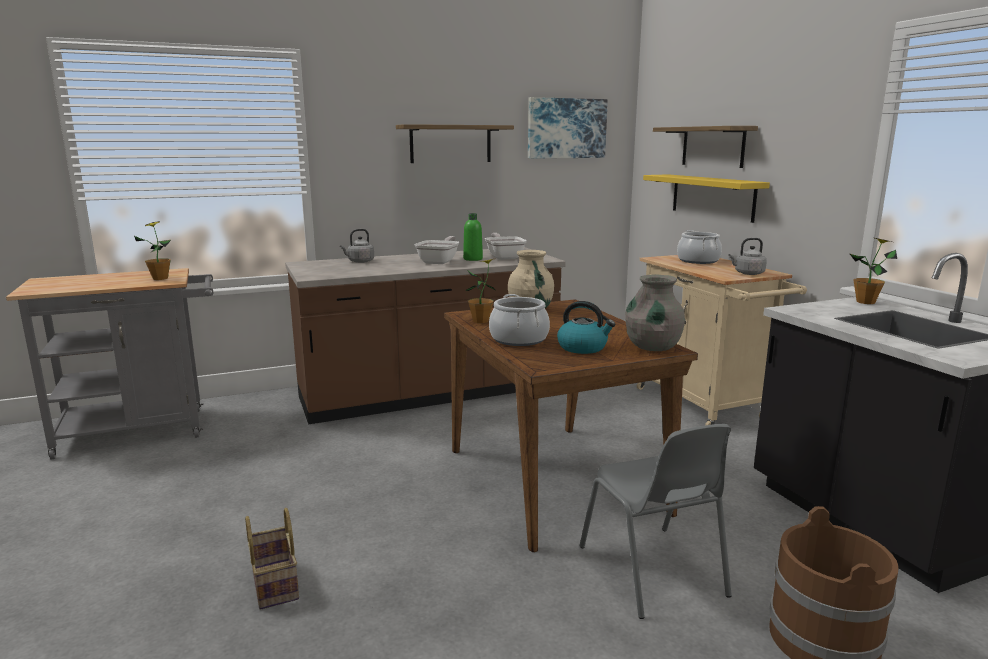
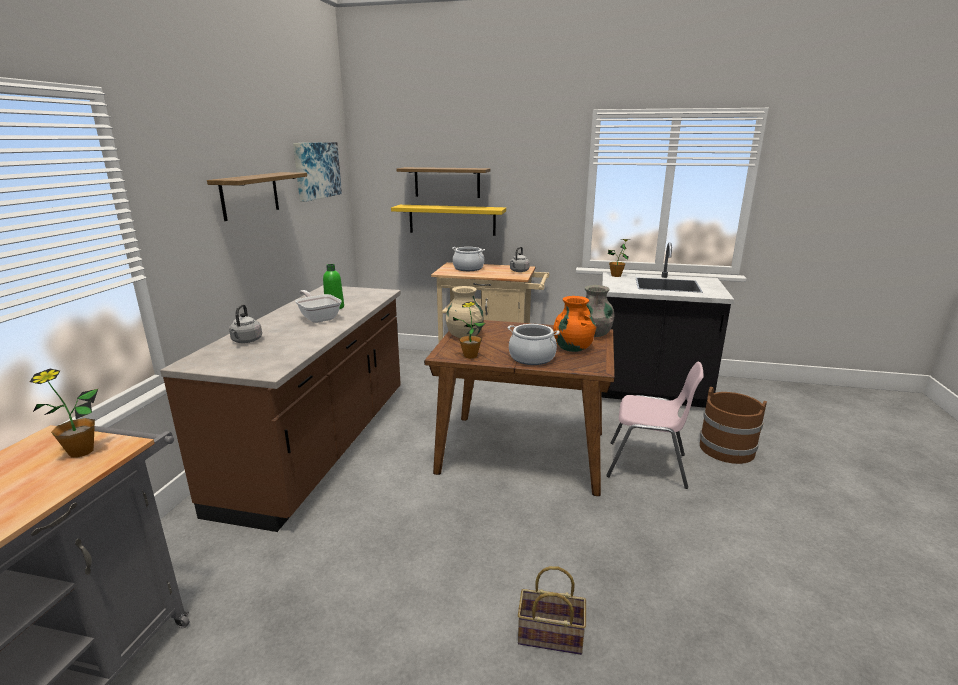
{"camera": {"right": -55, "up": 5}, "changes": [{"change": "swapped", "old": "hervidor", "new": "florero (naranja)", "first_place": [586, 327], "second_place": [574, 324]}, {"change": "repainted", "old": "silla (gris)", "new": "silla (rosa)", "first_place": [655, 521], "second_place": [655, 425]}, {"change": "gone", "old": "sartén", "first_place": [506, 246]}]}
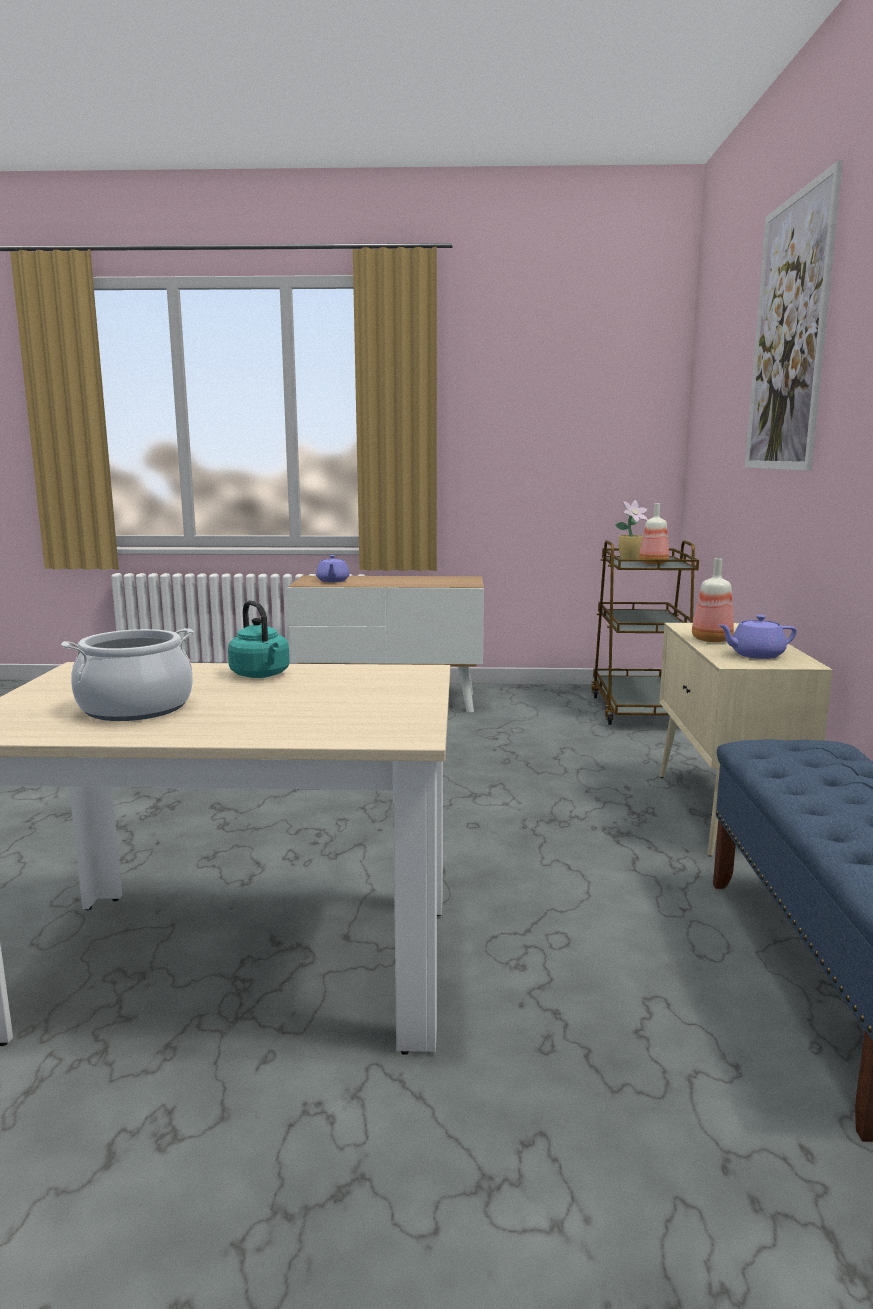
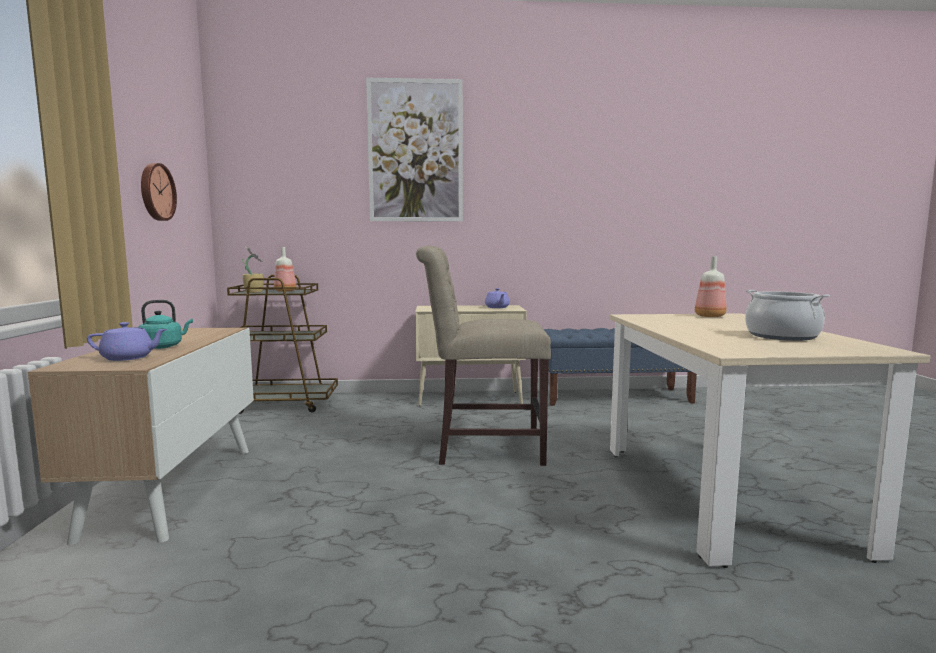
{"camera": {"right": -95, "up": -5}, "changes": [{"change": "shifted", "old": "hervidor (turquesa)", "first_place": [259, 639], "second_place": [166, 324]}, {"change": "new", "new": "reloj de pared", "second_place": [159, 192]}, {"change": "new", "new": "silla (beis)", "second_place": [483, 356]}, {"change": "shifted", "old": "botella", "first_place": [713, 600], "second_place": [710, 286]}]}
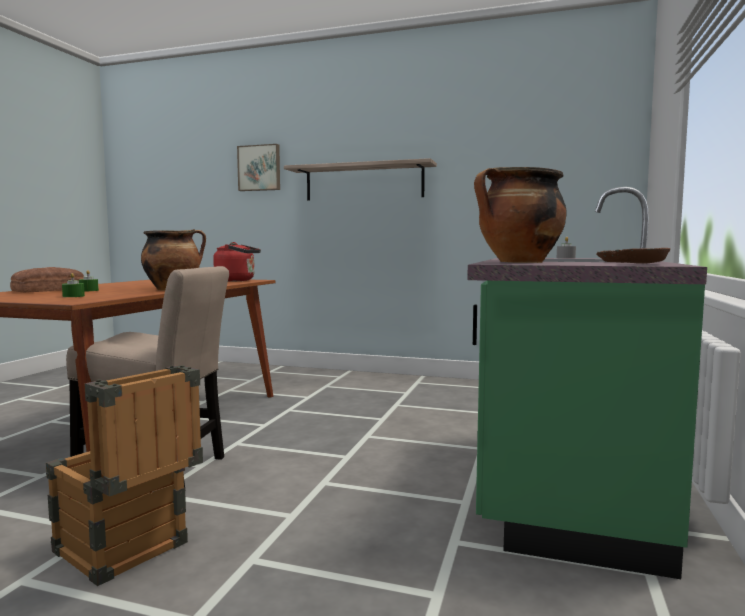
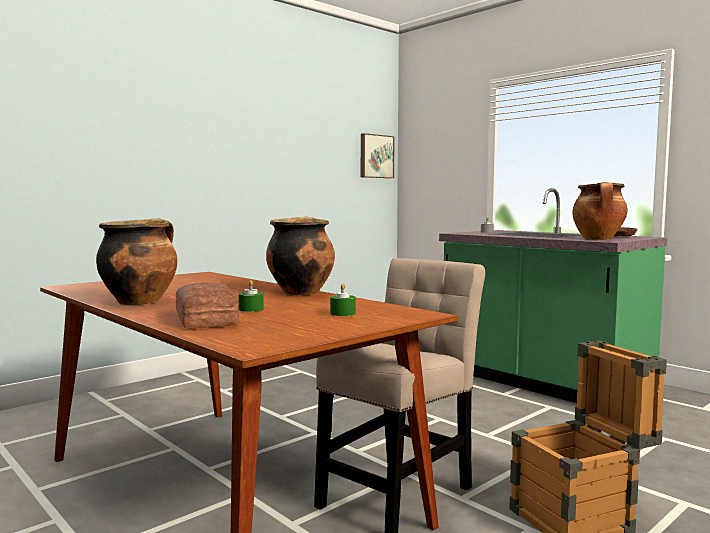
{"camera": {"right": -60, "up": 0}, "changes": [{"change": "new", "new": "olla", "second_place": [136, 261]}, {"change": "shifted", "old": "cuadro", "first_place": [258, 167], "second_place": [378, 155]}, {"change": "gone", "old": "hervidor (rojo)", "first_place": [237, 261]}, {"change": "gone", "old": "estante", "first_place": [360, 179]}]}
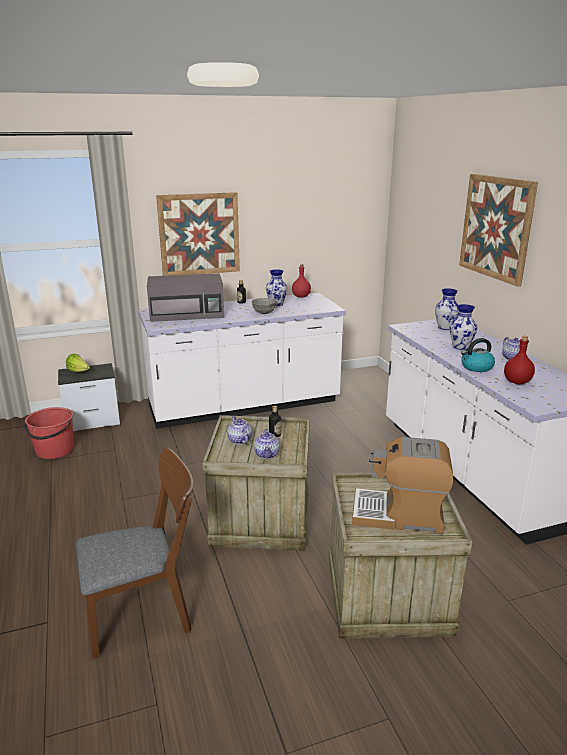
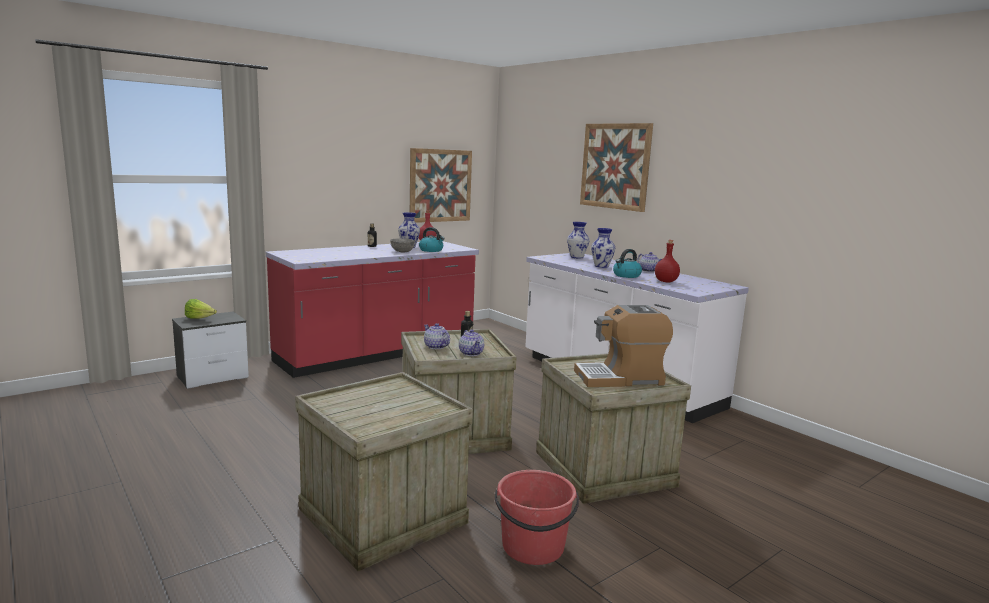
{"camera": {"right": -20, "up": -10}, "changes": [{"change": "repainted", "old": "mueble bajo de cocina (blanco)", "new": "mueble bajo de cocina (rojo)", "first_place": [242, 361], "second_place": [372, 309]}, {"change": "swapped", "old": "silla (marrón)", "new": "caja de embalaje", "first_place": [135, 553], "second_place": [384, 471]}, {"change": "shifted", "old": "cuadro", "first_place": [198, 234], "second_place": [441, 185]}, {"change": "new", "new": "hervidor", "second_place": [432, 239]}, {"change": "shifted", "old": "cubo (rojo)", "first_place": [49, 433], "second_place": [537, 517]}, {"change": "gone", "old": "microondas (gris)", "first_place": [185, 297]}]}
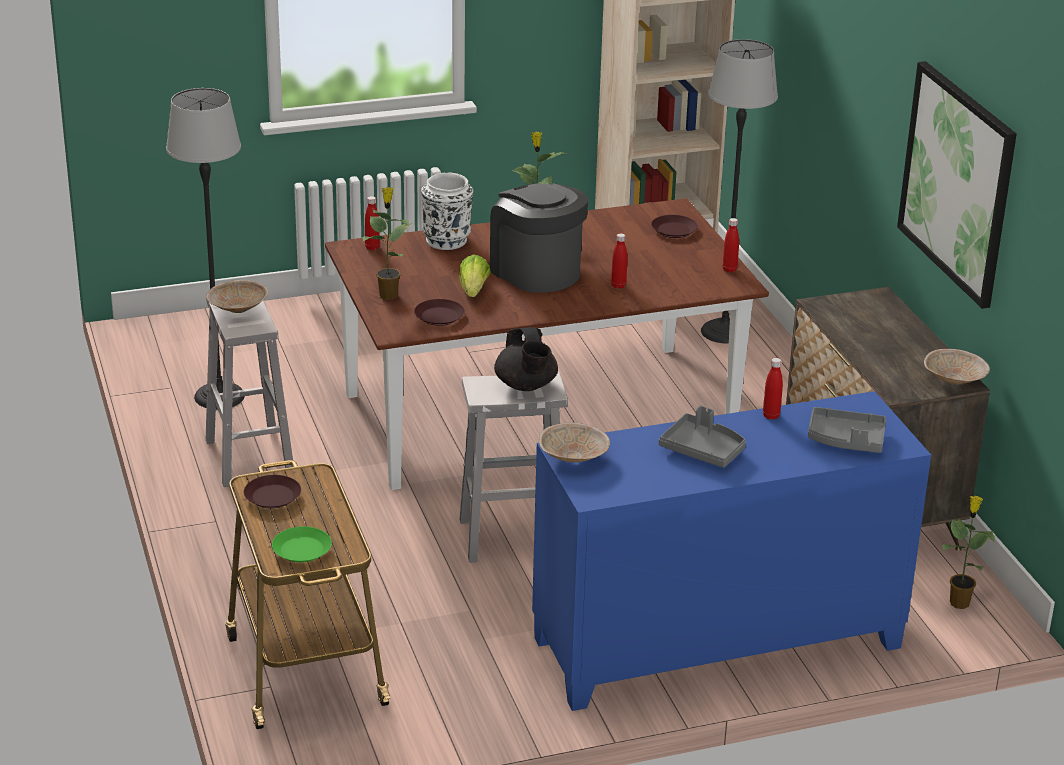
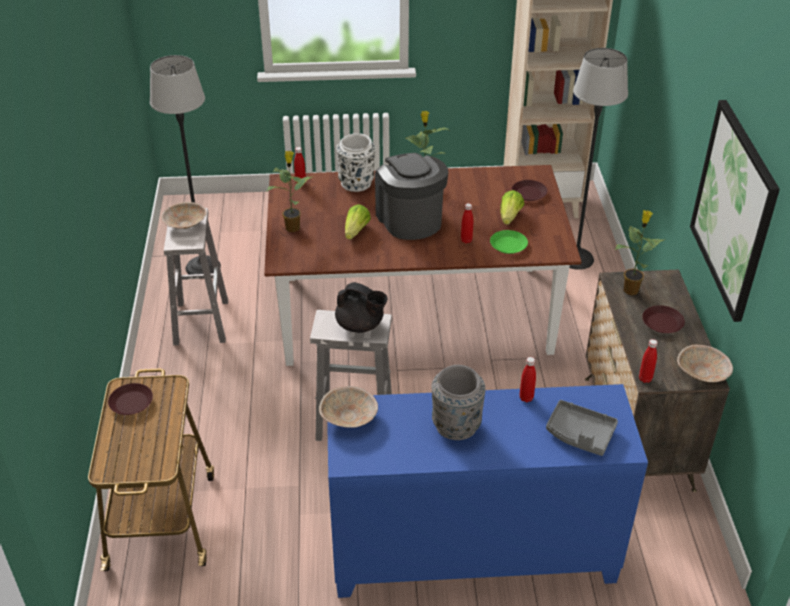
{"camera": {"right": 15, "up": 10}, "changes": [{"change": "rotated", "old": "tetera (negro)", "first_place": [526, 359], "second_place": [361, 307], "degrees": -60}, {"change": "swapped", "old": "bandeja (gris)", "new": "florero (gris)", "first_place": [702, 437], "second_place": [459, 402]}, {"change": "shifted", "old": "plato (verde)", "first_place": [302, 544], "second_place": [509, 242]}, {"change": "new", "new": "lechuga", "second_place": [513, 207]}, {"change": "shifted", "old": "planta en maceta", "first_place": [968, 552], "second_place": [639, 252]}, {"change": "shifted", "old": "botella (rojo)", "first_place": [730, 245], "second_place": [648, 361]}, {"change": "shifted", "old": "plato (marrón)", "first_place": [439, 312], "second_place": [663, 319]}]}
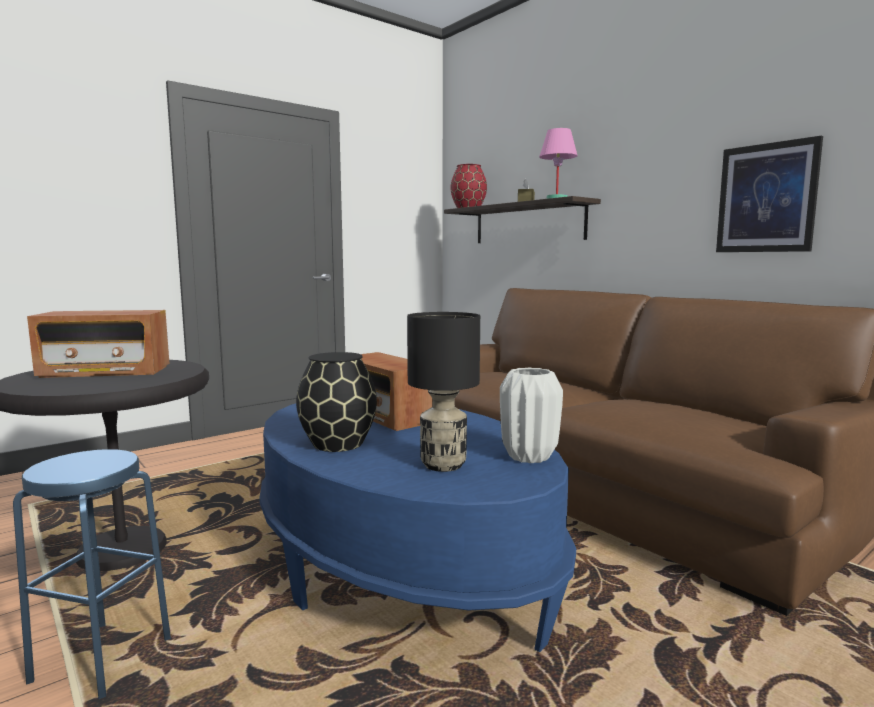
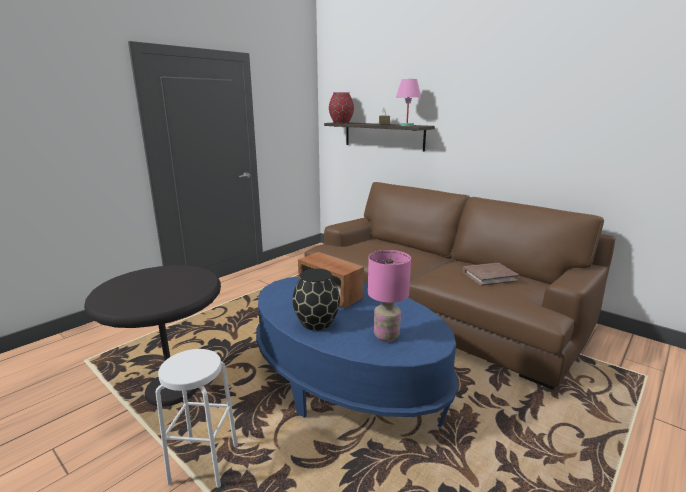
{"camera": {"right": -10, "up": 10}, "changes": [{"change": "repainted", "old": "taburete (azul)", "new": "taburete (blanco)", "first_place": [92, 574], "second_place": [197, 418]}, {"change": "repainted", "old": "lámpara de mesa (negro)", "new": "lámpara de mesa (rosa)", "first_place": [443, 392], "second_place": [389, 296]}, {"change": "new", "new": "libro (marrón)", "second_place": [490, 274]}, {"change": "gone", "old": "radio", "first_place": [98, 344]}, {"change": "gone", "old": "florero (blanco)", "first_place": [531, 415]}, {"change": "gone", "old": "cuadro", "first_place": [769, 194]}]}
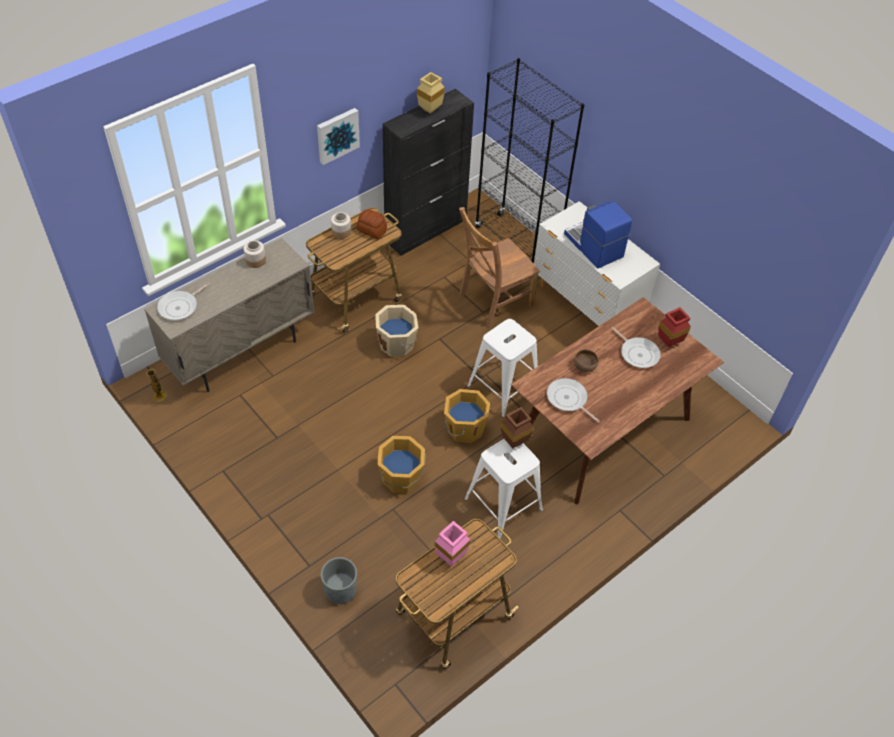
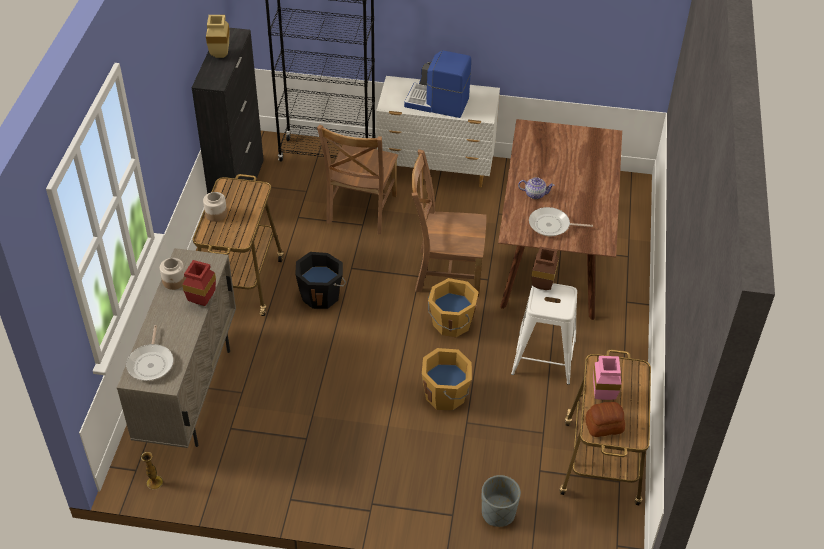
{"camera": {"right": -40, "up": -5}, "changes": [{"change": "shifted", "old": "florero (rojo)", "first_place": [674, 327], "second_place": [199, 283]}, {"change": "repainted", "old": "cubo (beis)", "new": "cubo (negro)", "first_place": [397, 331], "second_place": [320, 280]}, {"change": "swapped", "old": "taburete (blanco)", "new": "silla (marrón)", "first_place": [502, 368], "second_place": [448, 223]}, {"change": "swapped", "old": "cuenco (marrón)", "new": "tetera", "first_place": [586, 360], "second_place": [536, 188]}, {"change": "shifted", "old": "pan", "first_place": [372, 224], "second_place": [605, 419]}, {"change": "gone", "old": "cuadro", "first_place": [338, 136]}, {"change": "gone", "old": "sartén", "first_place": [636, 347]}]}
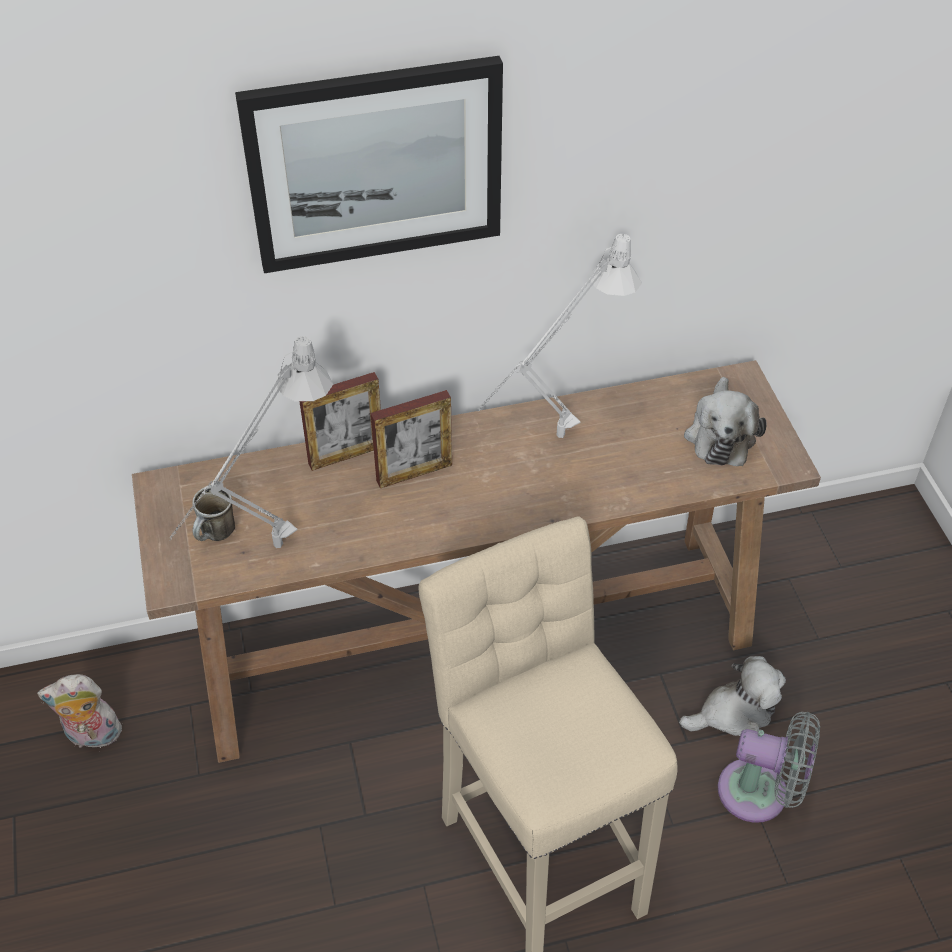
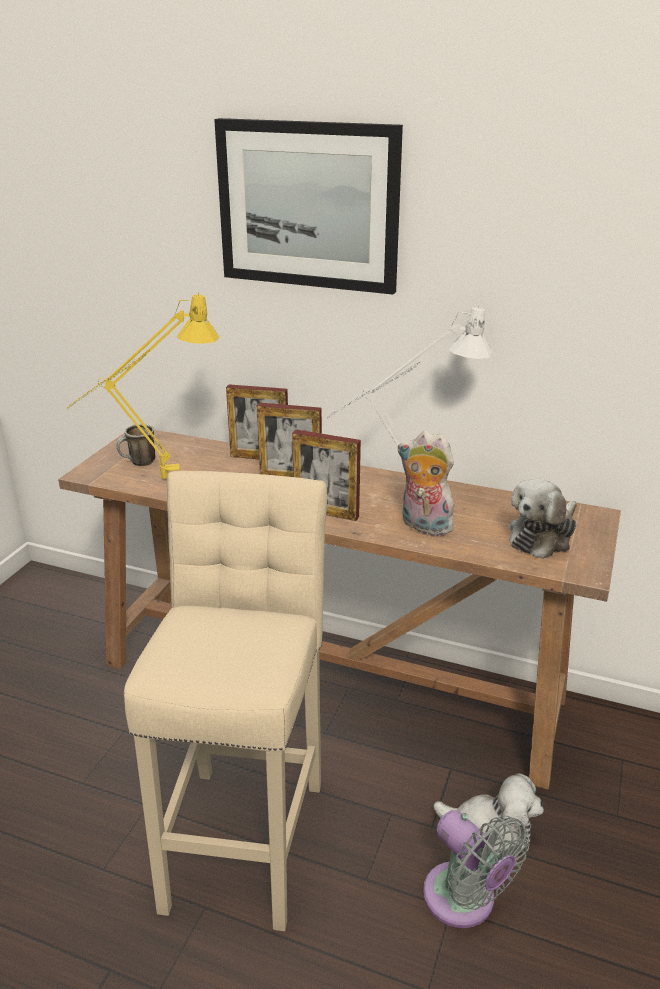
{"camera": {"right": 35, "up": -20}, "changes": [{"change": "repainted", "old": "lámpara de mesa (gris)", "new": "lámpara de mesa (amarillo)", "first_place": [251, 442], "second_place": [143, 385]}, {"change": "new", "new": "portarretratos", "second_place": [326, 475]}, {"change": "shifted", "old": "peluche", "first_place": [81, 711], "second_place": [428, 483]}]}
